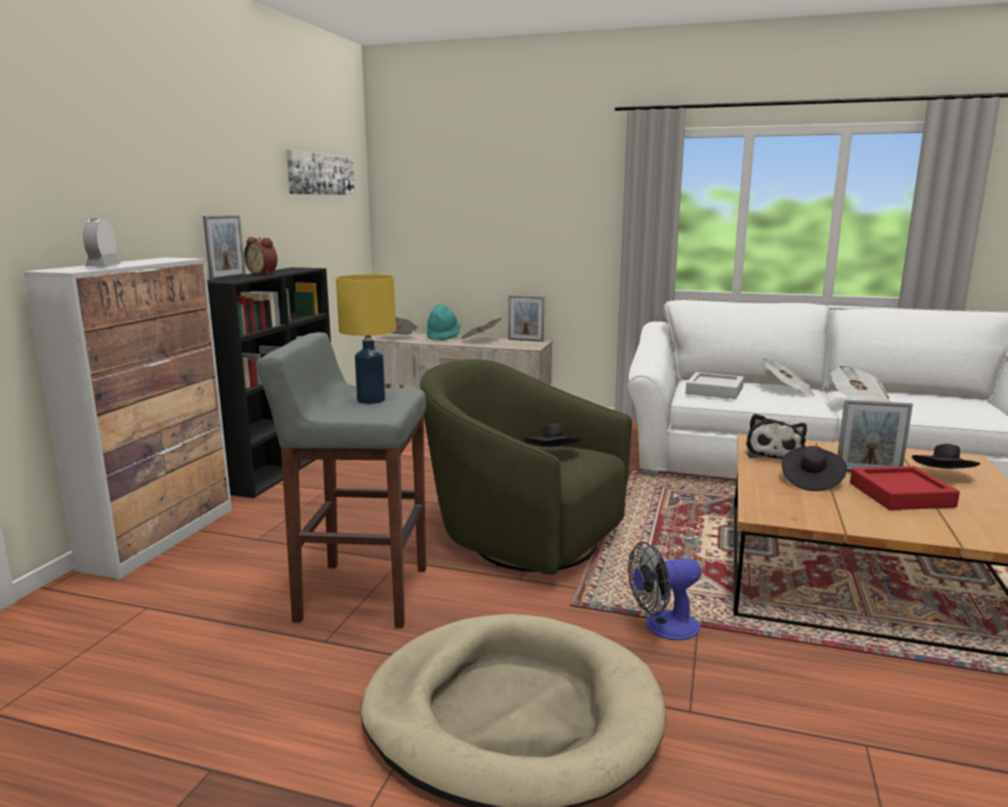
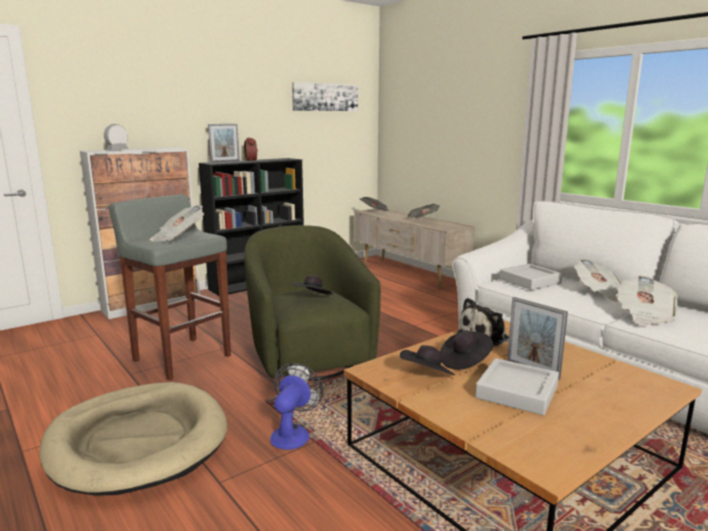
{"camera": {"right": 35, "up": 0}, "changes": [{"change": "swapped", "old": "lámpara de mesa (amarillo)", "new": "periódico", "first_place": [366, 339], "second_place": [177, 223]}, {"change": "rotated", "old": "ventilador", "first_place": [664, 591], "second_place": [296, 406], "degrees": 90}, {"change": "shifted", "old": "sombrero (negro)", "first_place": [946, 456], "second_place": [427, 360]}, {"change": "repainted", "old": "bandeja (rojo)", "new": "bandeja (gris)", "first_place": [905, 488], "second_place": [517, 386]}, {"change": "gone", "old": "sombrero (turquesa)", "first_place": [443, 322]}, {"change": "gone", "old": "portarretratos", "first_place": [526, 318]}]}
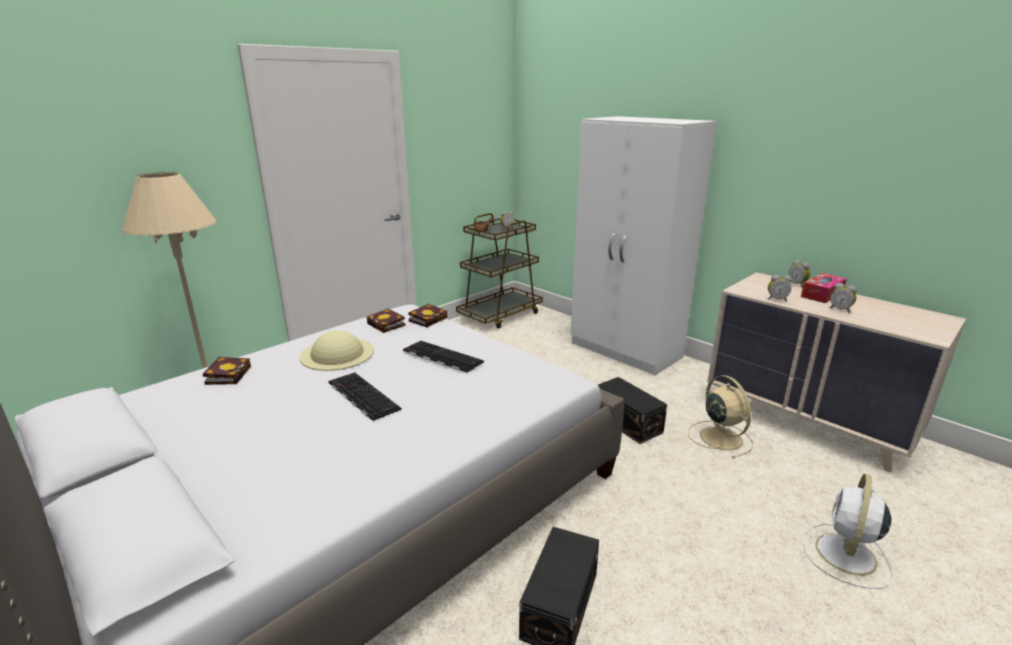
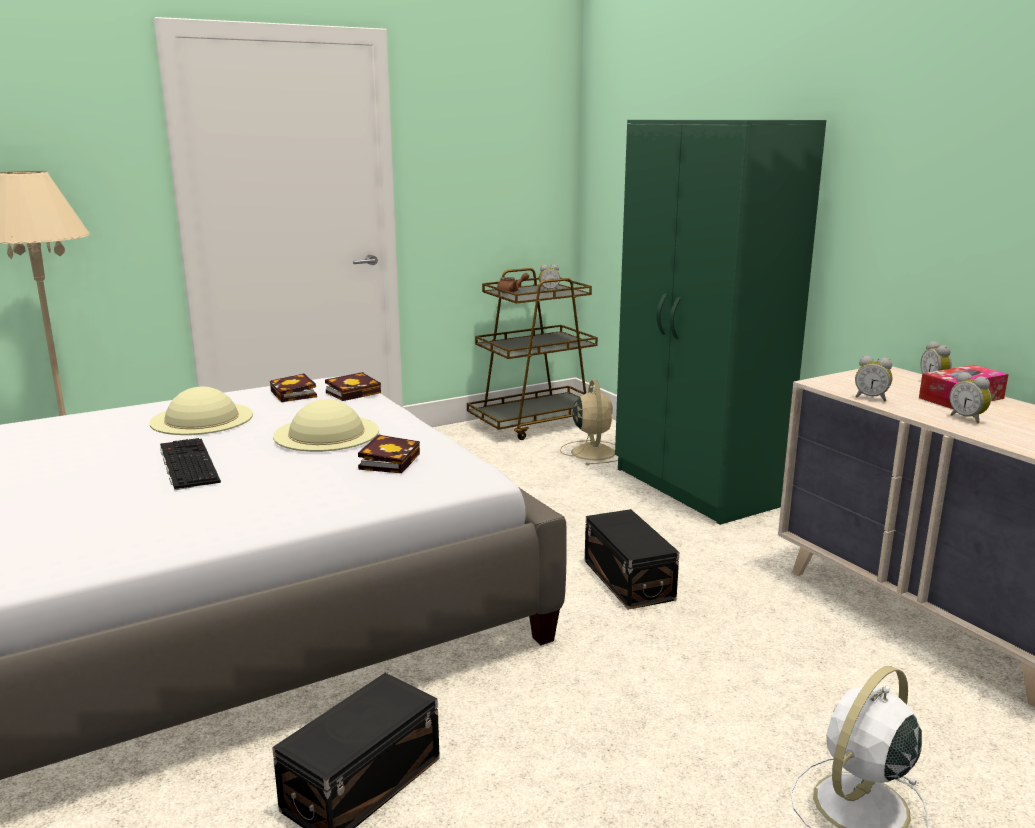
{"camera": {"right": 15, "up": -5}, "changes": [{"change": "swapped", "old": "teclado", "new": "sombrero (beis)", "first_place": [443, 357], "second_place": [326, 425]}, {"change": "shifted", "old": "libro", "first_place": [227, 371], "second_place": [389, 453]}, {"change": "shifted", "old": "ventilador (beis)", "first_place": [720, 417], "second_place": [589, 422]}, {"change": "repainted", "old": "armario ropero (blanco)", "new": "armario ropero (verde)", "first_place": [643, 246], "second_place": [720, 322]}]}
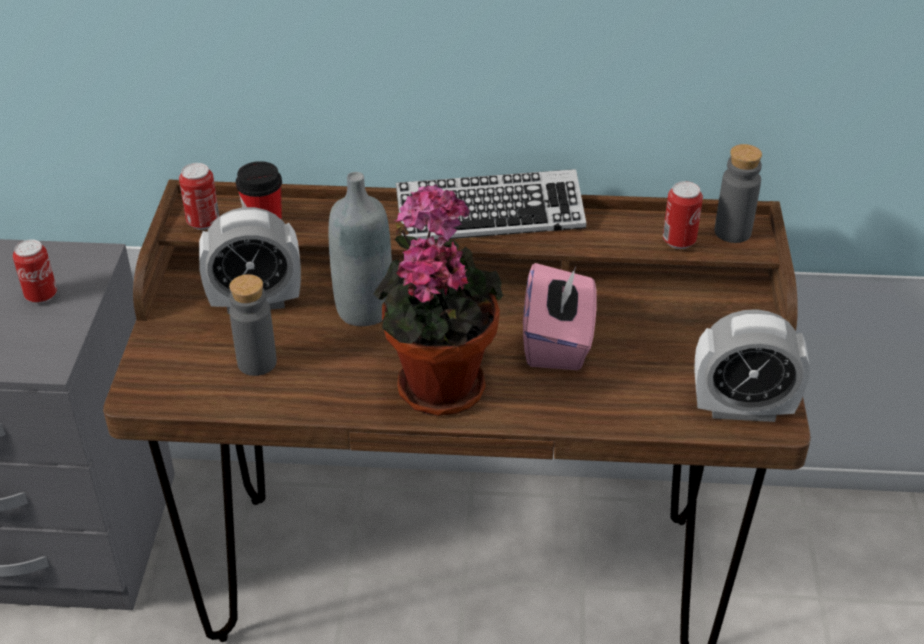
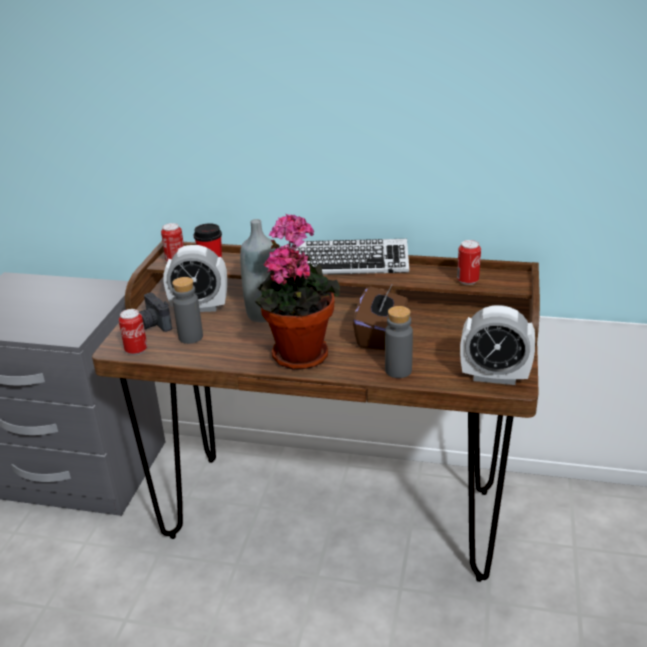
{"camera": {"right": 10, "up": -10}, "changes": [{"change": "shifted", "old": "lata", "first_place": [35, 271], "second_place": [133, 332]}, {"change": "new", "new": "cámara", "second_place": [155, 312]}, {"change": "repainted", "old": "caja de pañuelos (rosa)", "new": "caja de pañuelos (marrón)", "first_place": [560, 316], "second_place": [380, 317]}, {"change": "shifted", "old": "botella (gris)", "first_place": [738, 193], "second_place": [399, 342]}]}
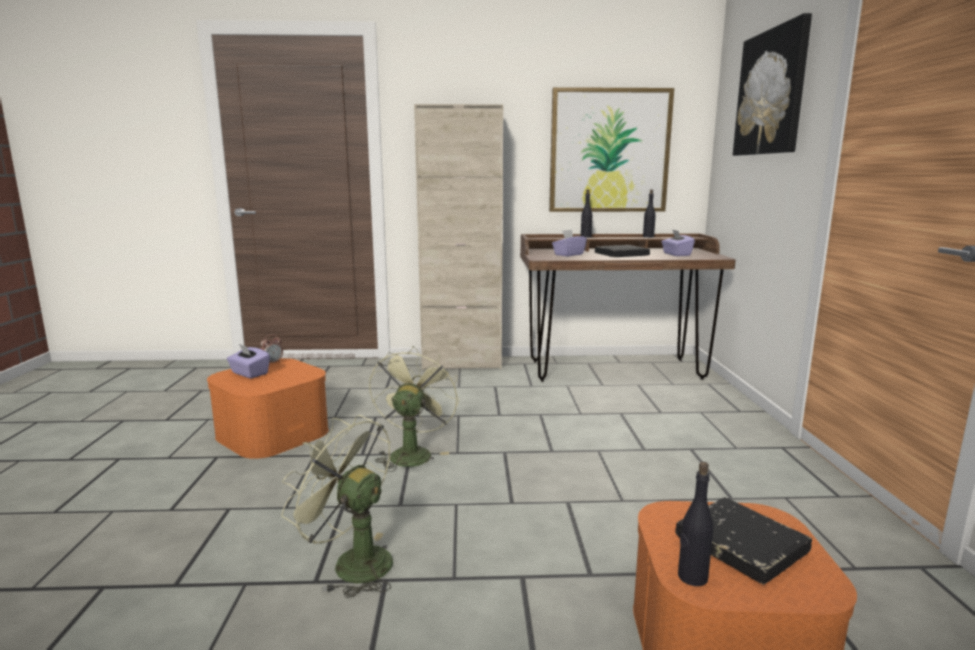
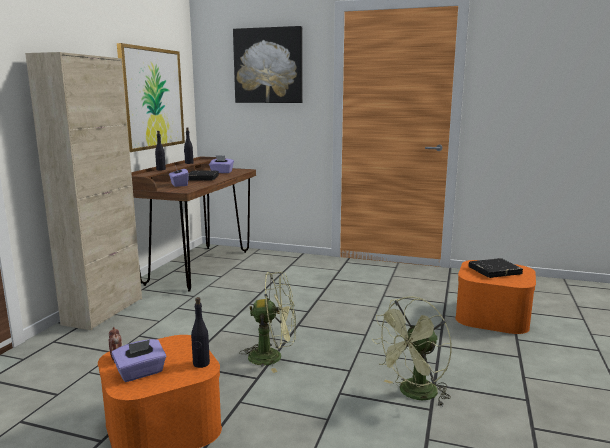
{"camera": {"right": -70, "up": 0}, "changes": [{"change": "shifted", "old": "botella (negro)", "first_place": [695, 524], "second_place": [200, 332]}, {"change": "rotated", "old": "ventilador (verde)", "first_place": [414, 409], "second_place": [267, 322], "degrees": 150}]}
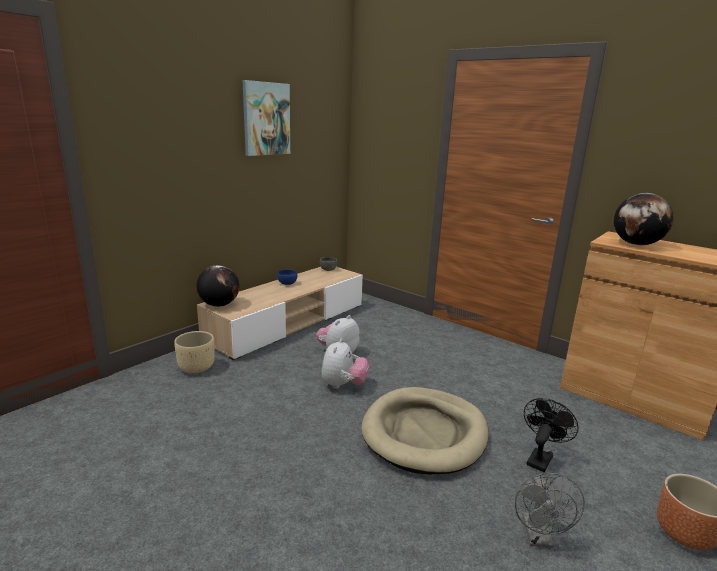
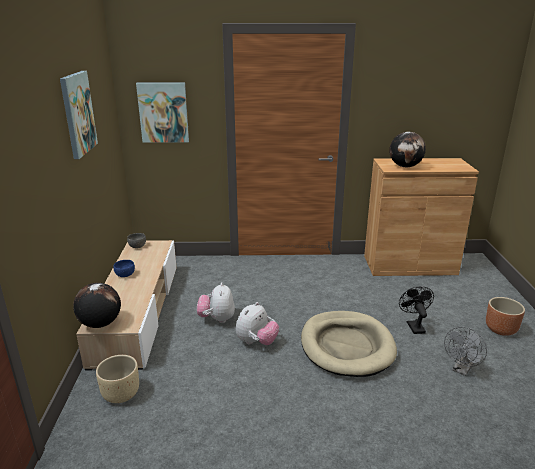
{"camera": {"right": -40, "up": 5}, "changes": [{"change": "new", "new": "cuadro", "second_place": [162, 112]}, {"change": "rotated", "old": "peluche", "first_place": [345, 363], "second_place": [257, 323], "degrees": 60}, {"change": "rotated", "old": "ventilador (gris)", "first_place": [550, 510], "second_place": [465, 351], "degrees": 75}]}
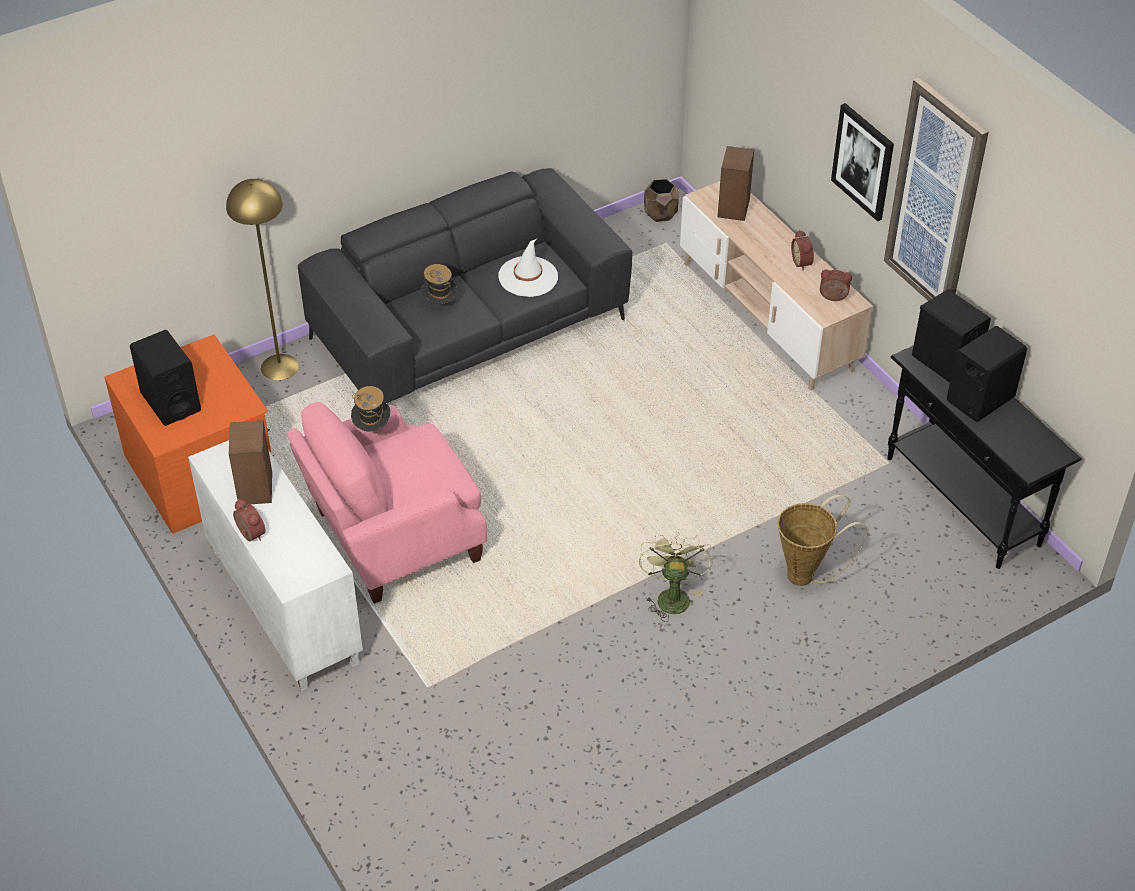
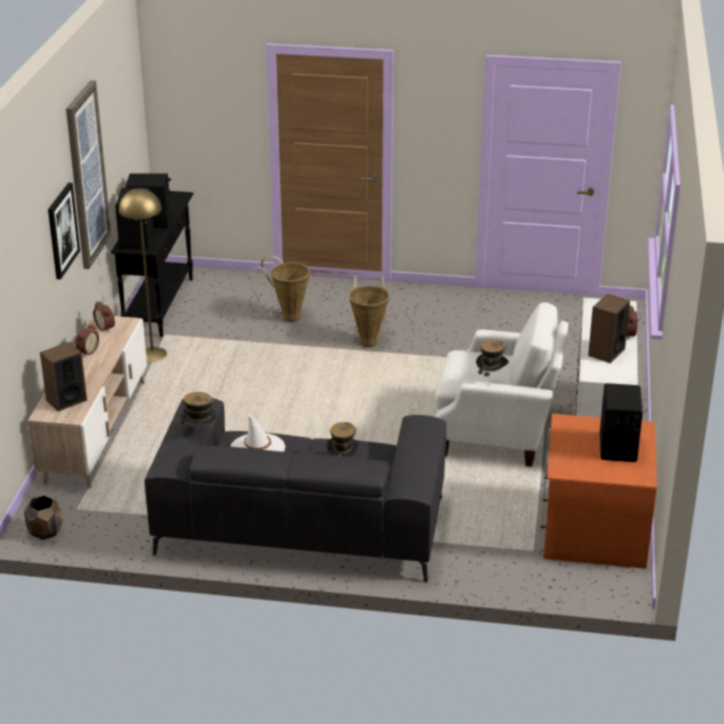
{"camera": {"right": -140, "up": -15}, "changes": [{"change": "shifted", "old": "lámpara de pie (amarillo)", "first_place": [262, 279], "second_place": [143, 275]}, {"change": "new", "new": "sombrero", "second_place": [198, 412]}, {"change": "swapped", "old": "ventilador (verde)", "new": "cesta", "first_place": [676, 576], "second_place": [369, 311]}, {"change": "repainted", "old": "sillón (rosa)", "new": "sillón (blanco)", "first_place": [387, 503], "second_place": [501, 384]}]}
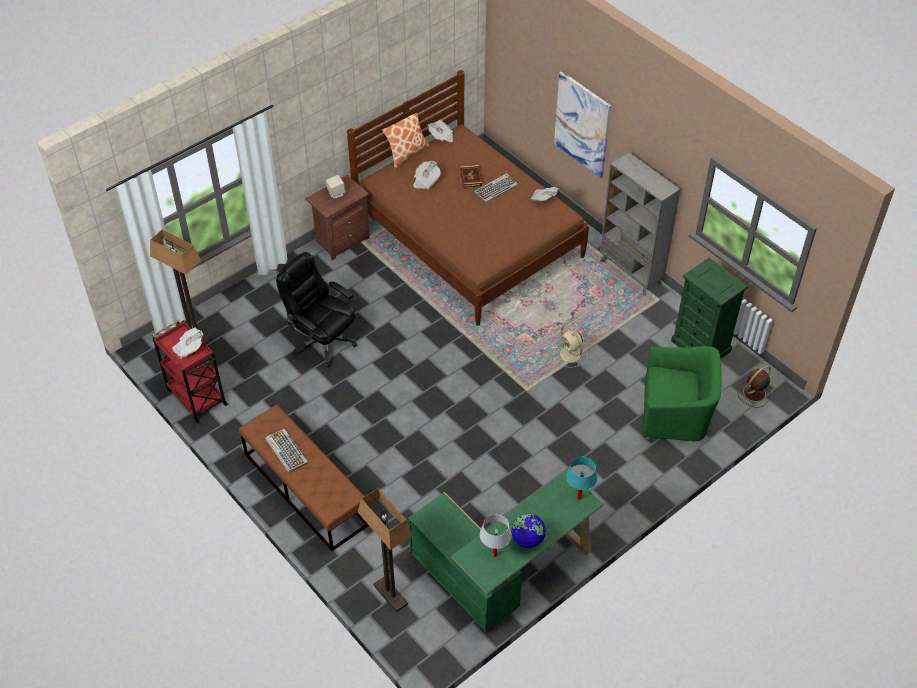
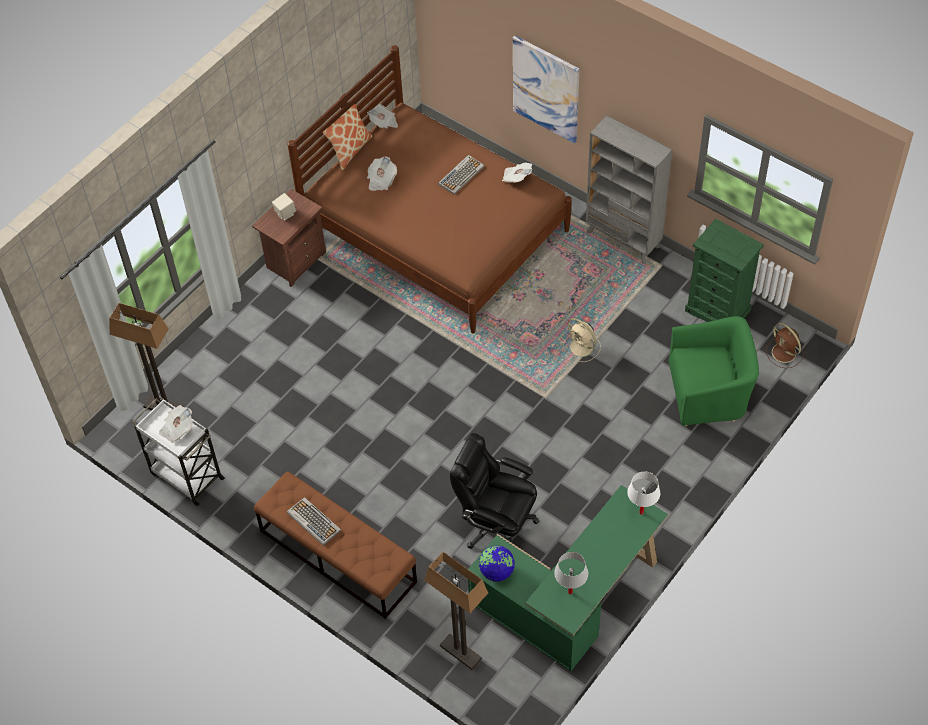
{"camera": {"right": -10, "up": 5}, "changes": [{"change": "repainted", "old": "carrito (rojo)", "new": "carrito (blanco)", "first_place": [190, 371], "second_place": [178, 452]}, {"change": "shifted", "old": "silla de oficina (negro)", "first_place": [317, 310], "second_place": [494, 491]}, {"change": "shifted", "old": "globo terráqueo", "first_place": [528, 531], "second_place": [497, 564]}, {"change": "repainted", "old": "lámpara de mesa (turquesa)", "new": "lámpara de mesa (blanco)", "first_place": [582, 478], "second_place": [643, 493]}, {"change": "rotated", "old": "ventilador (marrón)", "first_place": [754, 387], "second_place": [785, 345], "degrees": -75}, {"change": "gone", "old": "libro", "first_place": [471, 176]}]}
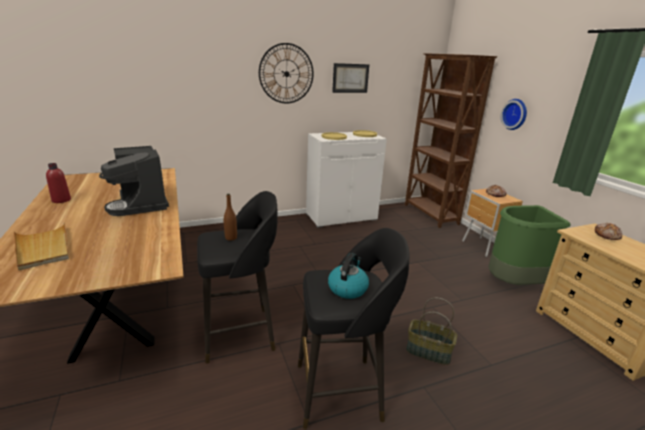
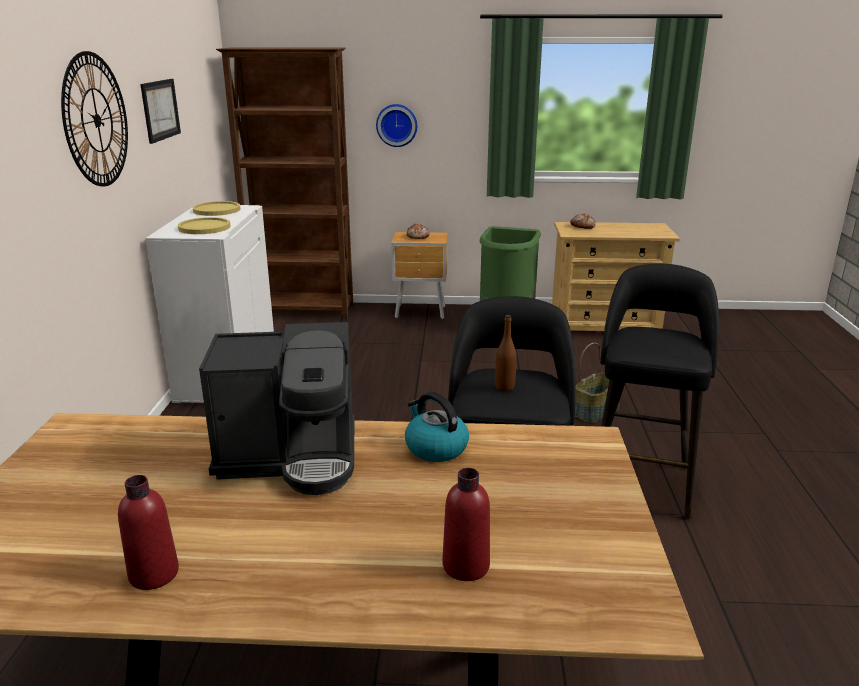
{"camera": {"right": -65, "up": 0}, "changes": [{"change": "shifted", "old": "hervidor", "first_place": [348, 276], "second_place": [437, 427]}, {"change": "swapped", "old": "bandeja (beis)", "new": "botella (rojo)", "first_place": [41, 246], "second_place": [466, 524]}]}
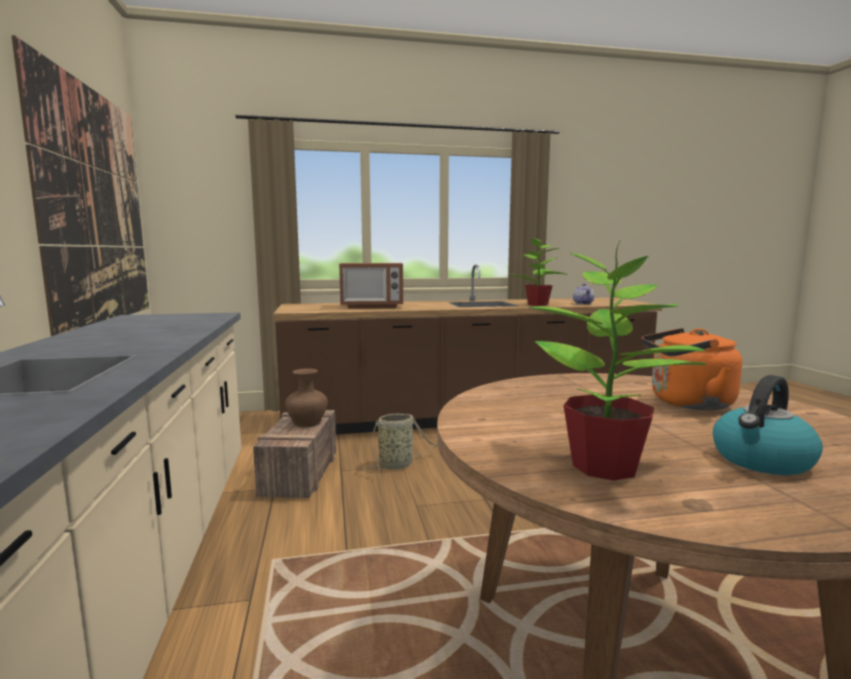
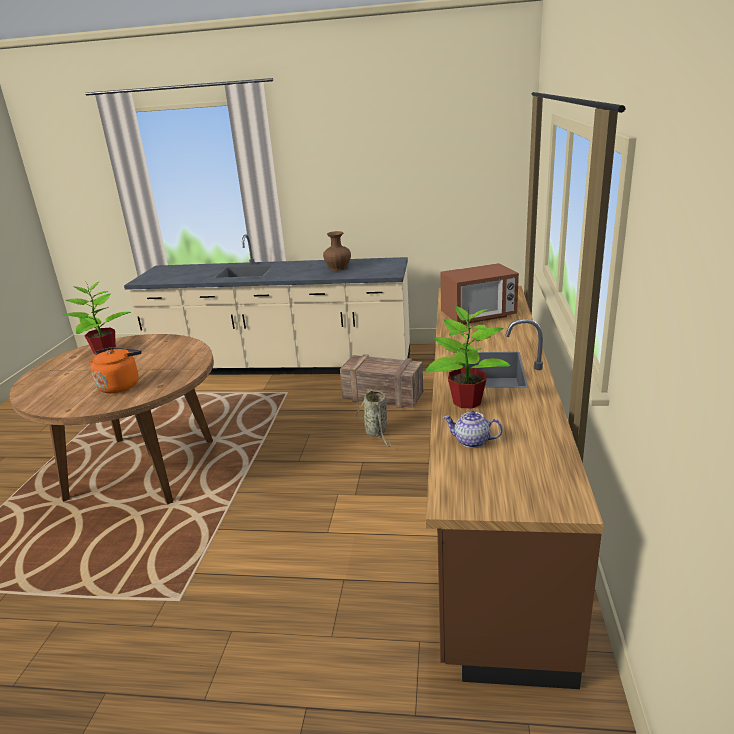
{"camera": {"right": 110, "up": 15}, "changes": [{"change": "shifted", "old": "florero (marrón)", "first_place": [306, 397], "second_place": [337, 251]}, {"change": "rotated", "old": "microondas", "first_place": [371, 285], "second_place": [479, 293], "degrees": -120}, {"change": "gone", "old": "cuadro", "first_place": [80, 185]}, {"change": "gone", "old": "hervidor", "first_place": [768, 425]}]}
